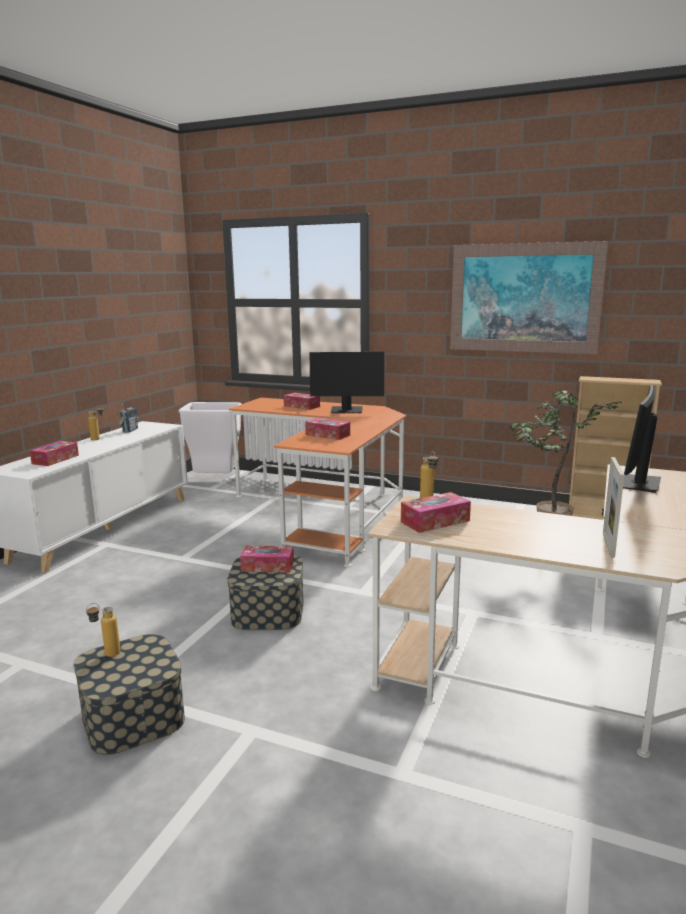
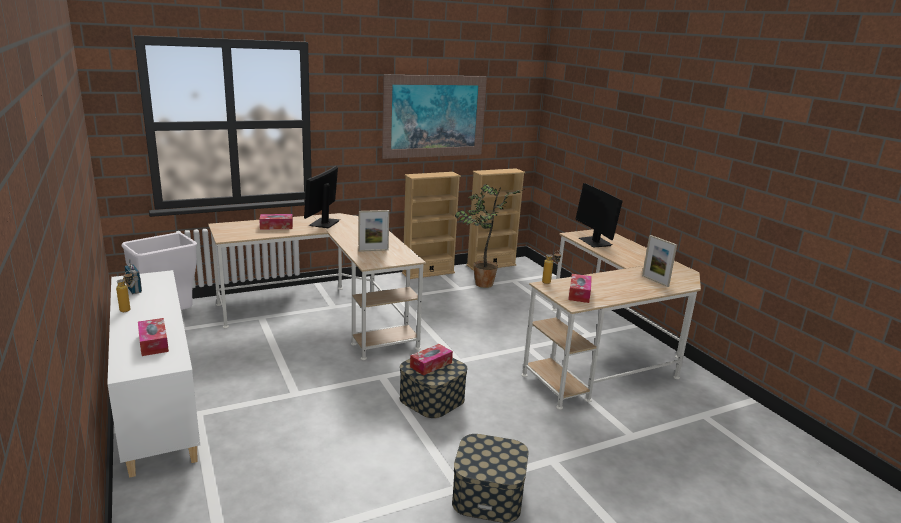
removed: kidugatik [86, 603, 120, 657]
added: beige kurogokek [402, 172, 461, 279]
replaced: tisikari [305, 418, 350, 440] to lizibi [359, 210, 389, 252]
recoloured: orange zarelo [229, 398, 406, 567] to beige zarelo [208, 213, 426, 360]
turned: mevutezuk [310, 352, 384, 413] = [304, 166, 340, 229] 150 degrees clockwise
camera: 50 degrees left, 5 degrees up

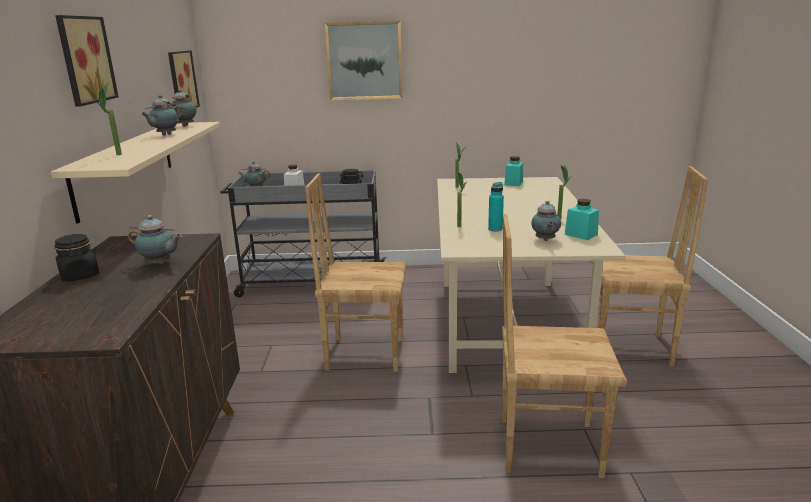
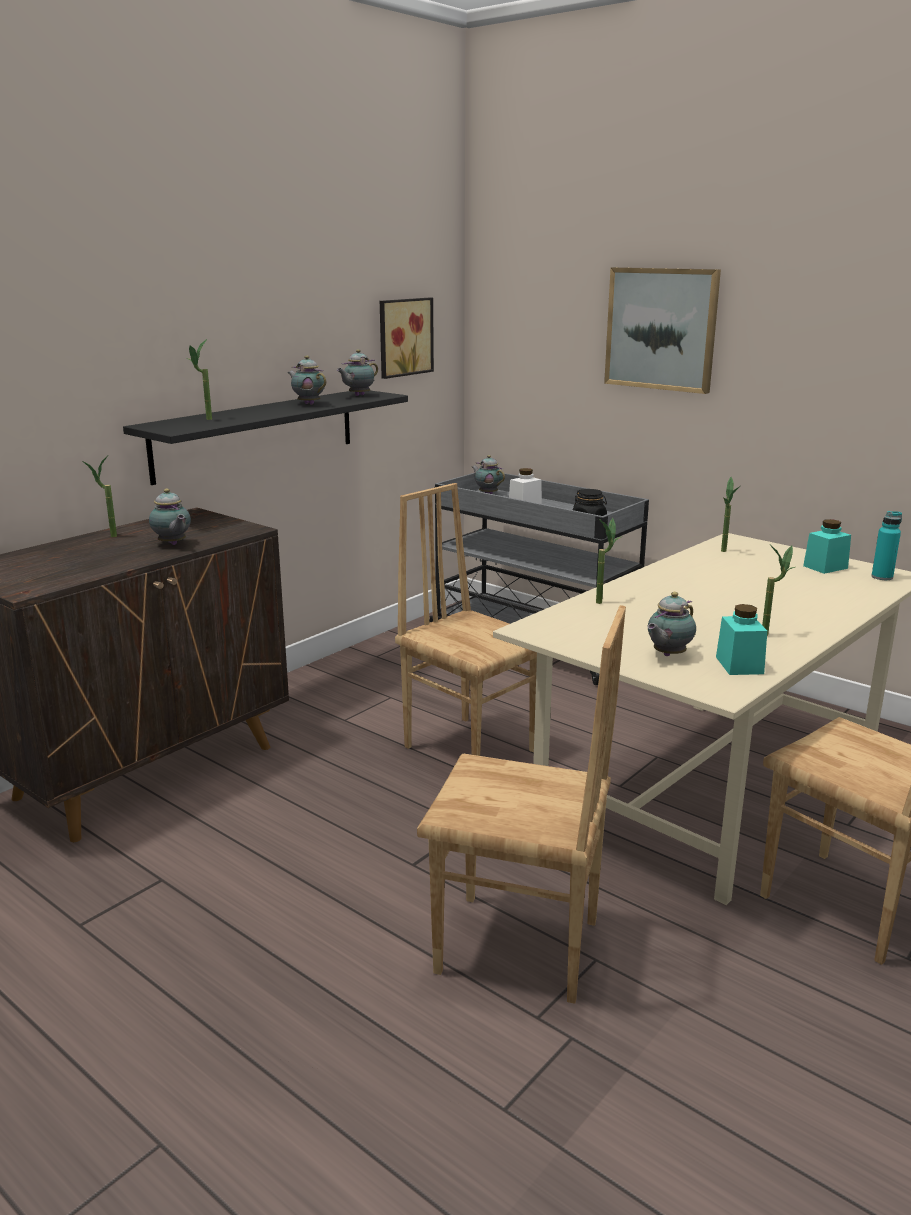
removed: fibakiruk [55, 15, 118, 107]
moved: turquoise kidugatik [488, 182, 504, 231] to [871, 511, 902, 580]
replaced: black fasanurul [55, 234, 99, 282] to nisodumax [83, 456, 117, 537]
recoloured: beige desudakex [51, 122, 220, 224] to black desudakex [123, 390, 408, 485]
turned: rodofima [141, 95, 182, 136] = [288, 356, 326, 405] 60 degrees clockwise; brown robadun [502, 214, 627, 478] = [417, 605, 626, 1004] 150 degrees clockwise
camera: 40 degrees right, 0 degrees up

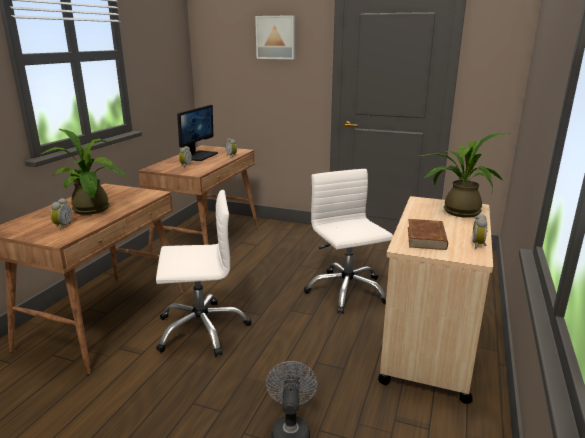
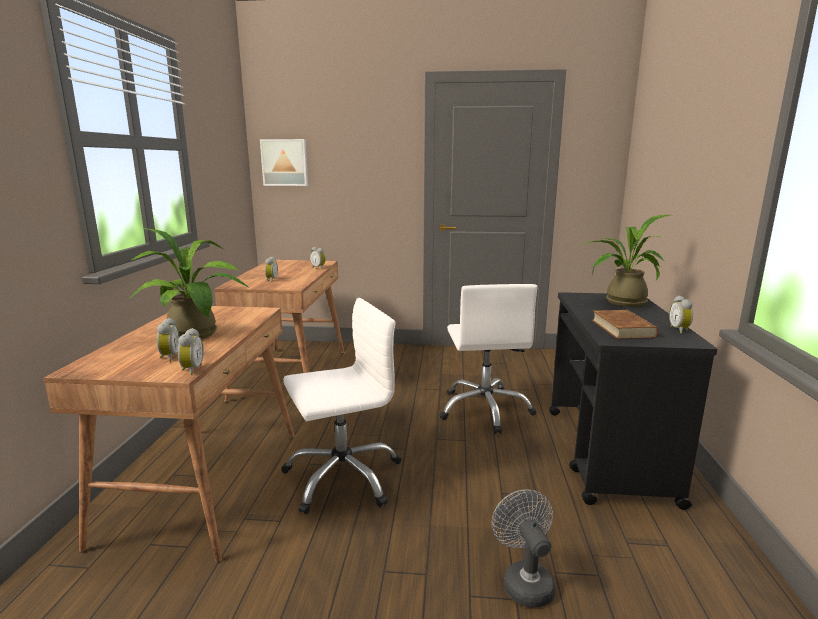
removed: mevutezuk [177, 105, 218, 161]
added: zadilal [178, 328, 204, 375]
moved: fibakiruk [255, 15, 295, 59] to [260, 139, 308, 186]
recoloured: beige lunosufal [378, 196, 493, 404] to black lunosufal [549, 292, 717, 510]
turned: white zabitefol [304, 169, 393, 314] = [439, 284, 537, 434] 150 degrees counterclockwise
camera: 15 degrees left, 5 degrees down

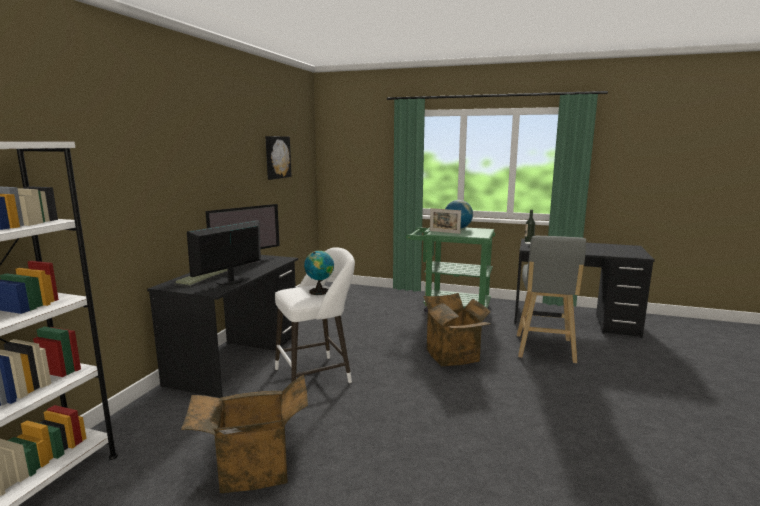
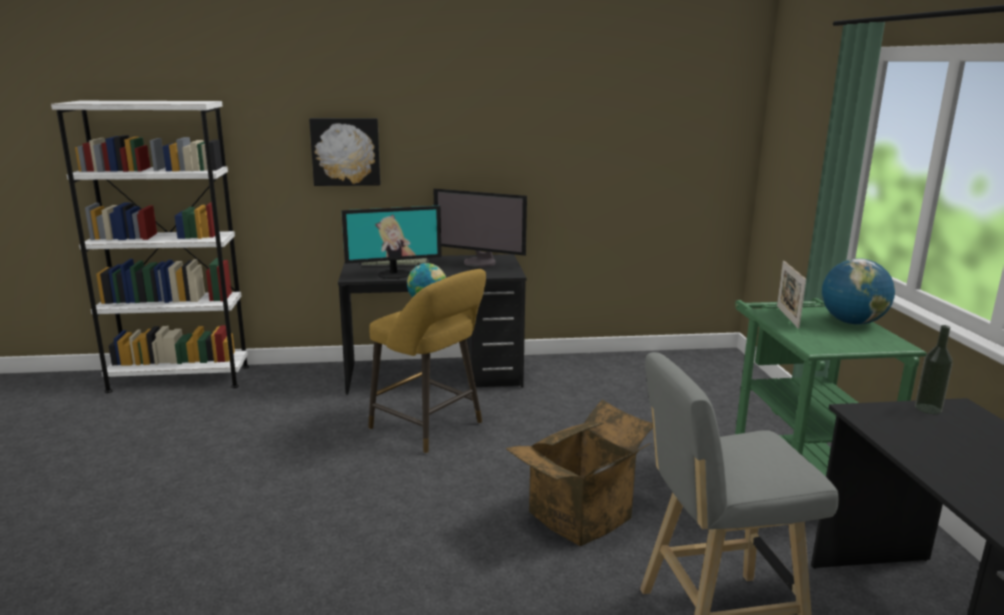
removed: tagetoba [181, 374, 308, 493]
moved: fibakiruk [265, 136, 292, 180] to [309, 118, 380, 186]
recoloured: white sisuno [275, 247, 355, 383] to yellow sisuno [368, 269, 486, 454]
turned: mevutezuk [187, 220, 261, 285] = [341, 206, 442, 279] 150 degrees clockwise
camera: 65 degrees right, 5 degrees up

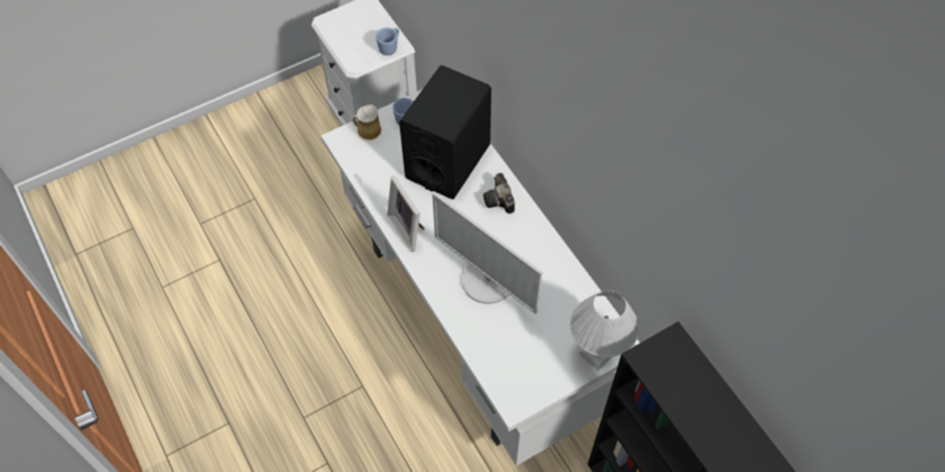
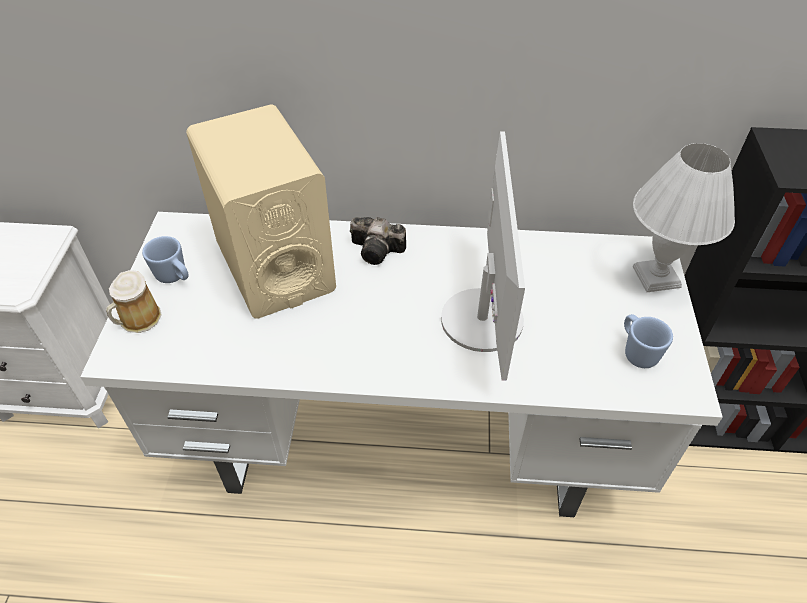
removed: lizibi [387, 175, 425, 252]
moved: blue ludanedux [376, 28, 399, 56] to [624, 314, 673, 368]
recoloured: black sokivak [399, 65, 491, 199] to beige sokivak [186, 104, 336, 319]
turned: mevutezuk [432, 192, 542, 314] = [441, 132, 525, 381] 75 degrees counterclockwise
camera: 55 degrees left, 10 degrees down

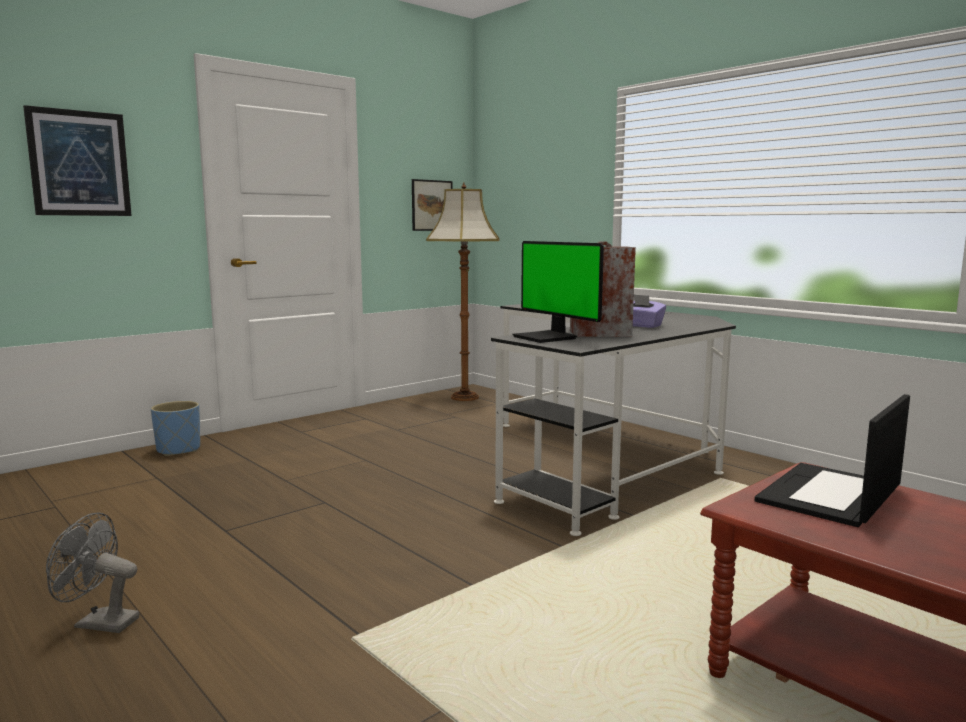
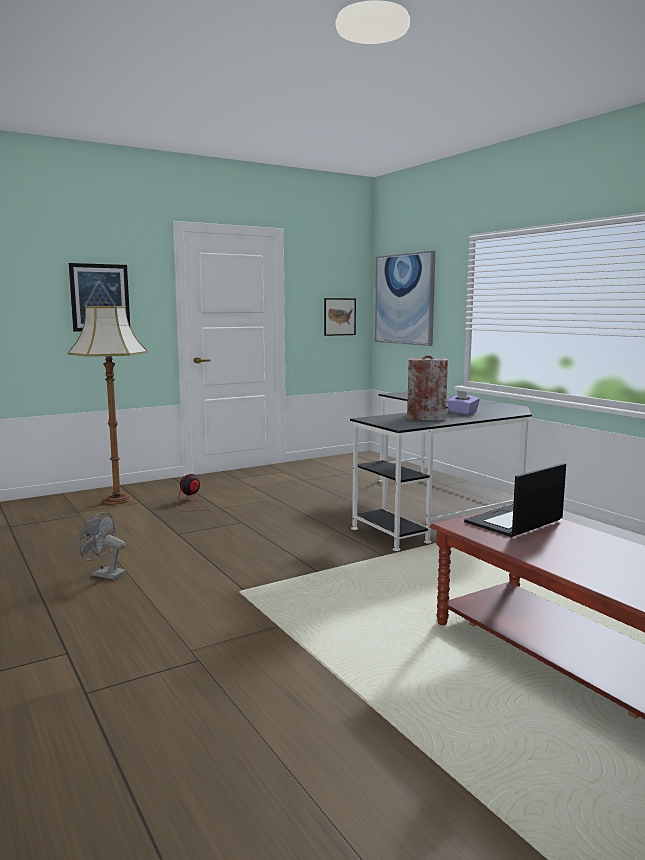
removed: mevutezuk [513, 241, 604, 343]; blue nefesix [151, 401, 200, 456]
added: fibakiruk [375, 251, 435, 346]; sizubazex [172, 474, 213, 512]
moved: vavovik [426, 183, 499, 401] to [68, 299, 148, 504]
camera: 10 degrees right, 0 degrees up

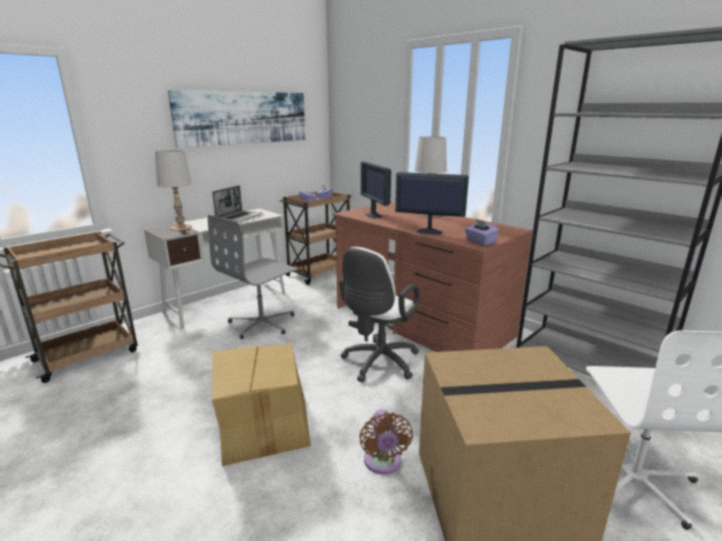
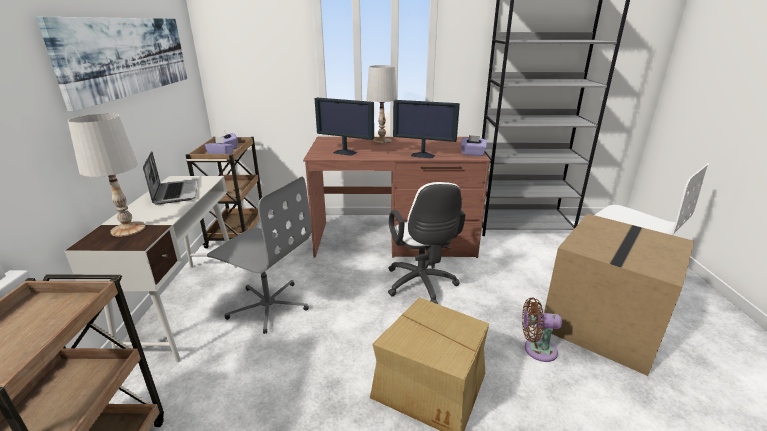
turned: mevutezuk [395, 172, 469, 235] = [393, 100, 460, 158] 135 degrees counterclockwise; grey zabitefol [208, 215, 298, 339] = [207, 176, 312, 334] 60 degrees counterclockwise; brown sizubazex [359, 409, 413, 474] = [522, 297, 562, 362] 150 degrees clockwise
camera: 45 degrees left, 5 degrees up

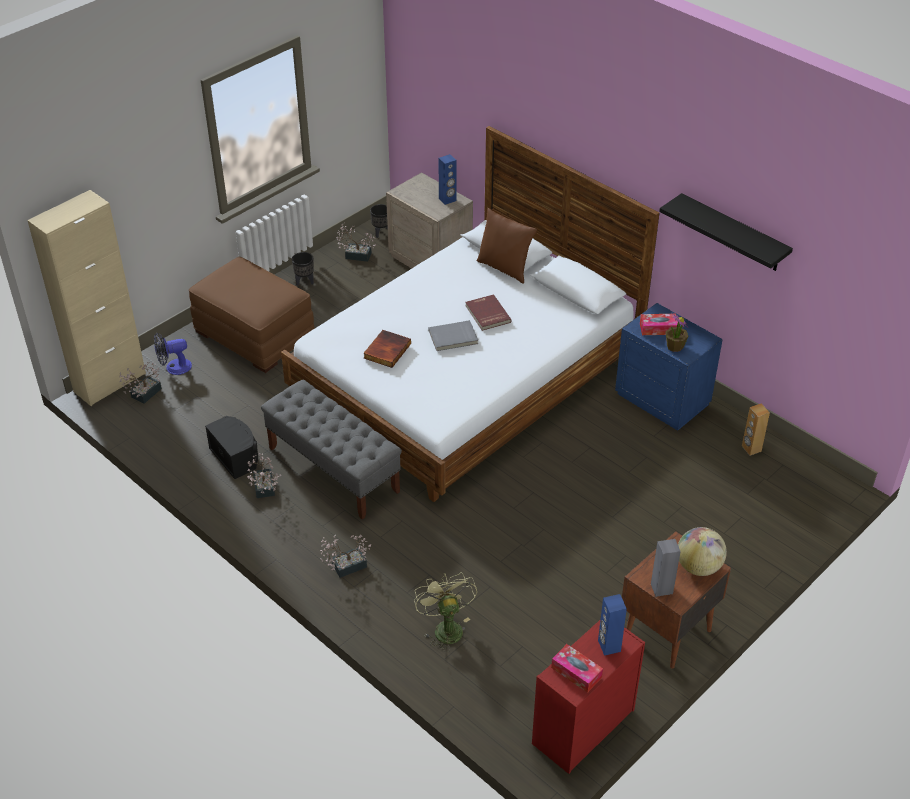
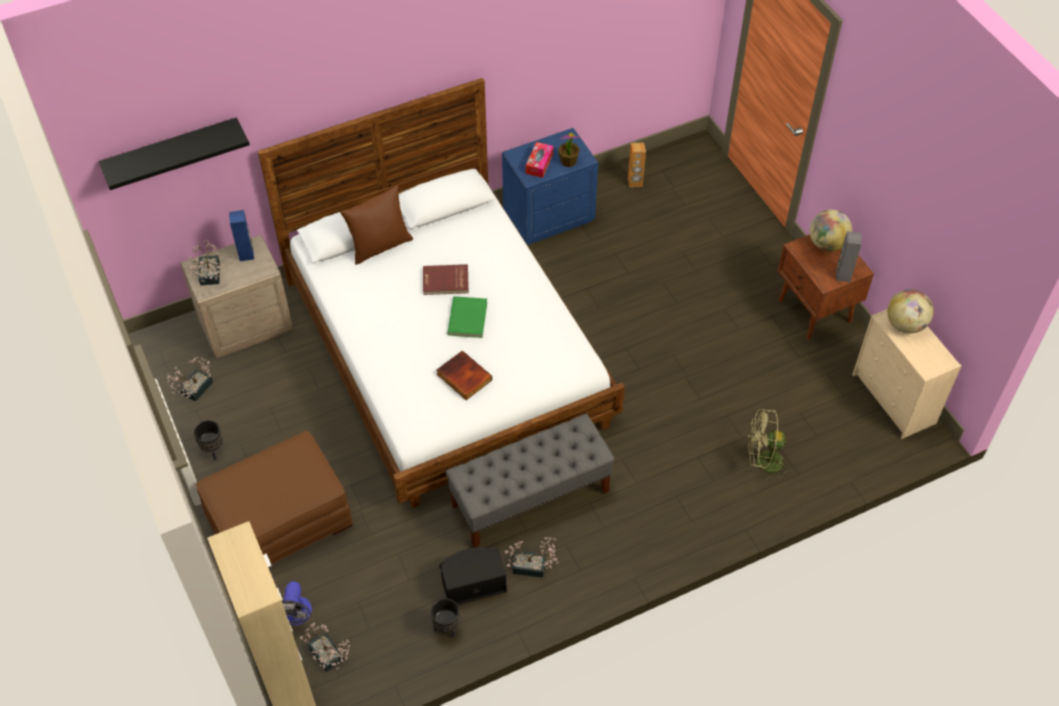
removed: tisikari [551, 644, 603, 693]
moved: black desudakex [659, 193, 793, 271] to [98, 117, 250, 190]; black nefesix [370, 204, 388, 238] to [430, 598, 459, 638]; nisodumax [320, 535, 371, 578] to [189, 239, 223, 286]
replaced: blue sokivak [598, 594, 627, 656] to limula [887, 289, 933, 333]
recoloured: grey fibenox [428, 320, 478, 351] to green fibenox [447, 296, 487, 338]; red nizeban [532, 619, 645, 774] to beige nizeban [852, 309, 962, 439]
camera: 70 degrees left, 10 degrees up

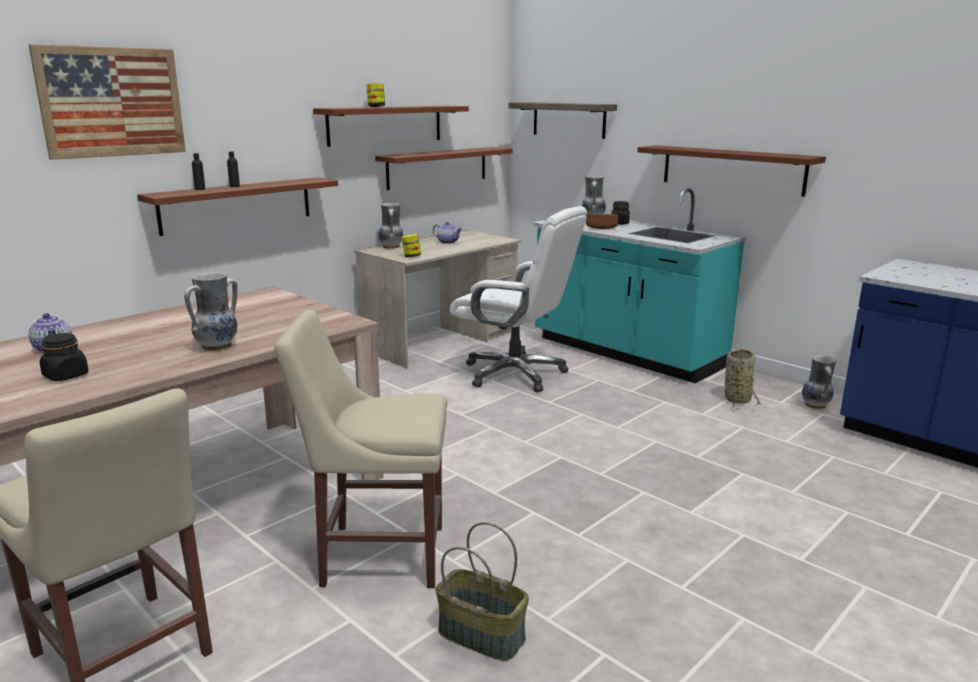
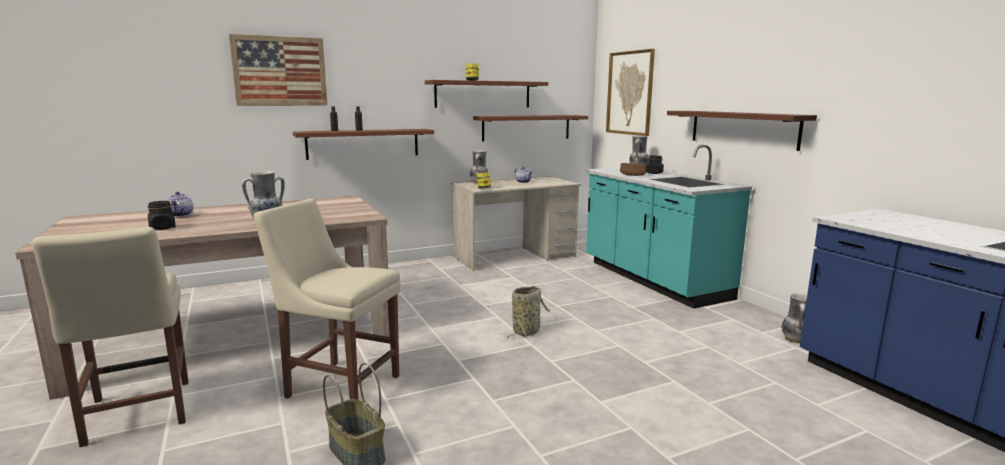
removed: white zabitefol [450, 206, 587, 392]
moved: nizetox [725, 349, 762, 409] to [507, 286, 550, 339]
replaced: desudakex [508, 102, 617, 139] to fibakiruk [606, 49, 655, 136]
camera: 20 degrees right, 5 degrees down

